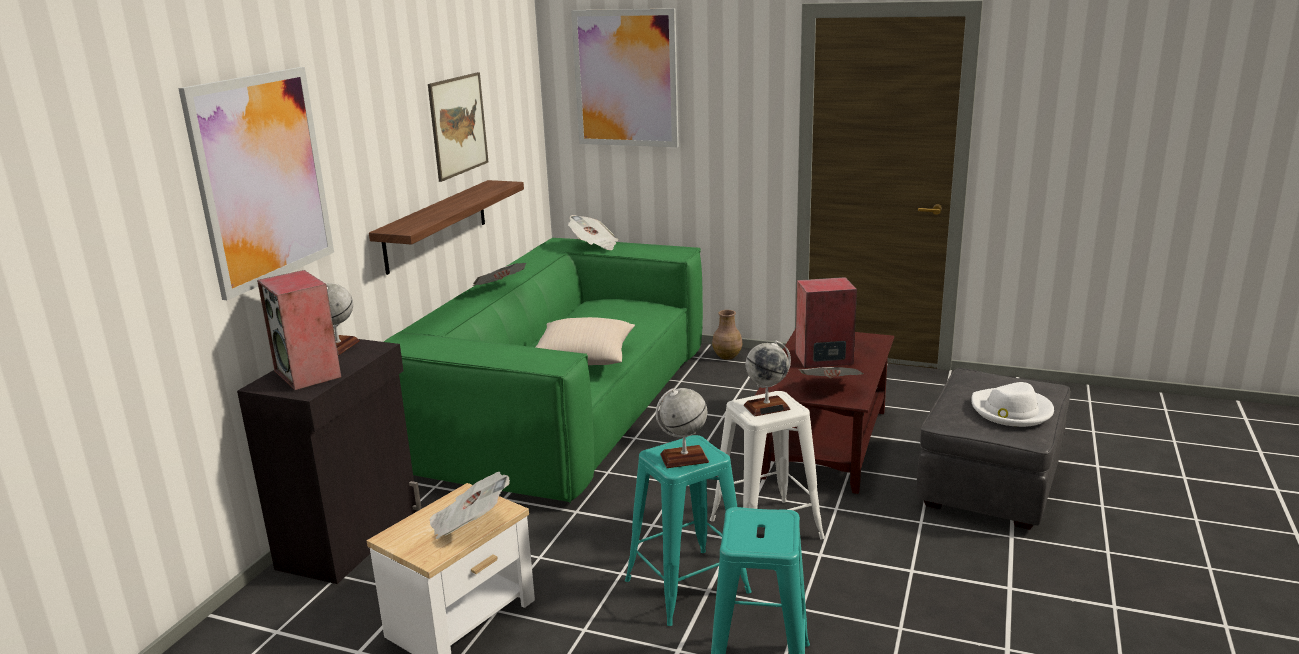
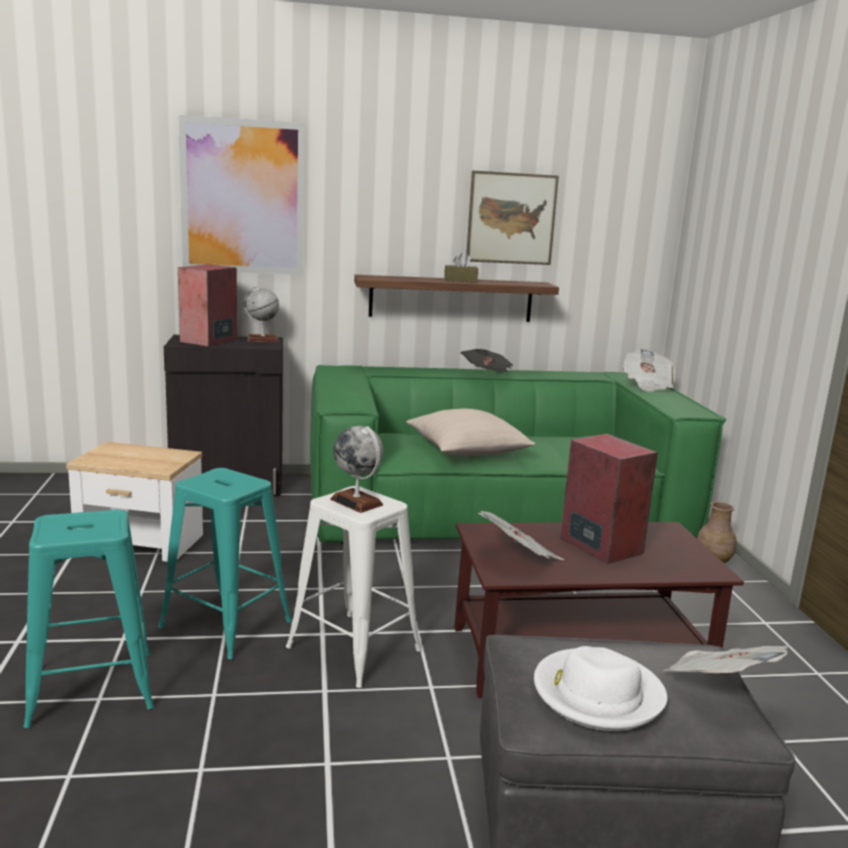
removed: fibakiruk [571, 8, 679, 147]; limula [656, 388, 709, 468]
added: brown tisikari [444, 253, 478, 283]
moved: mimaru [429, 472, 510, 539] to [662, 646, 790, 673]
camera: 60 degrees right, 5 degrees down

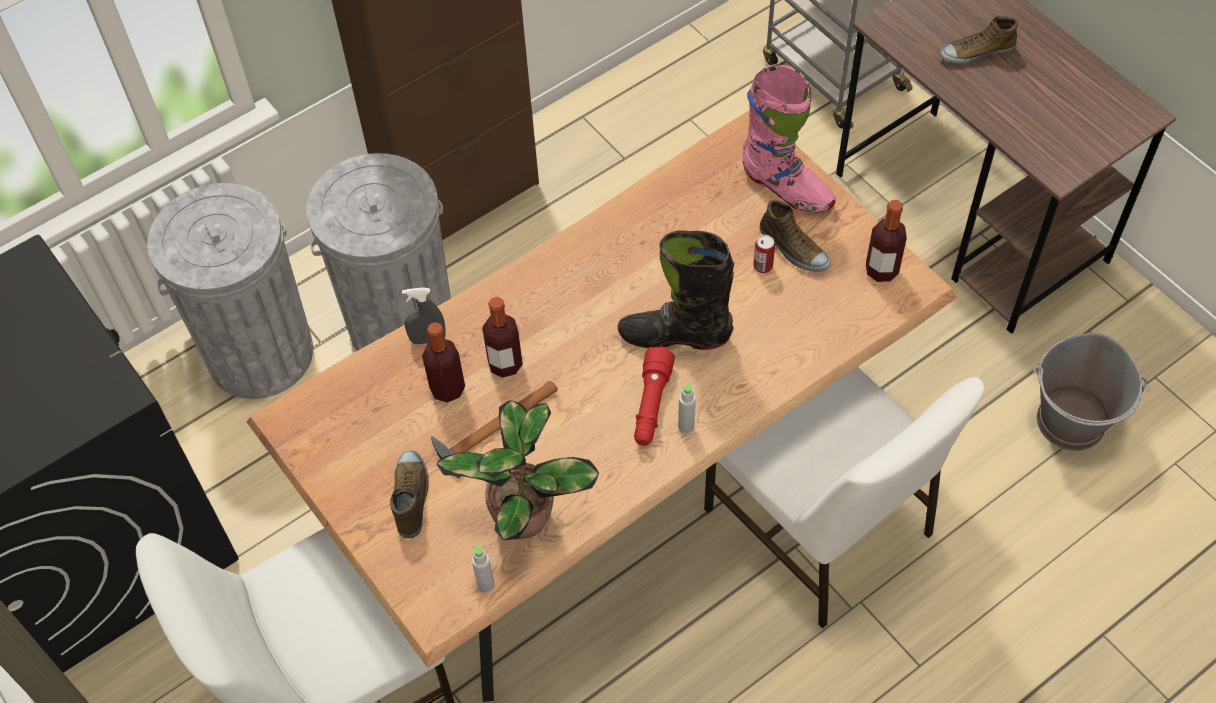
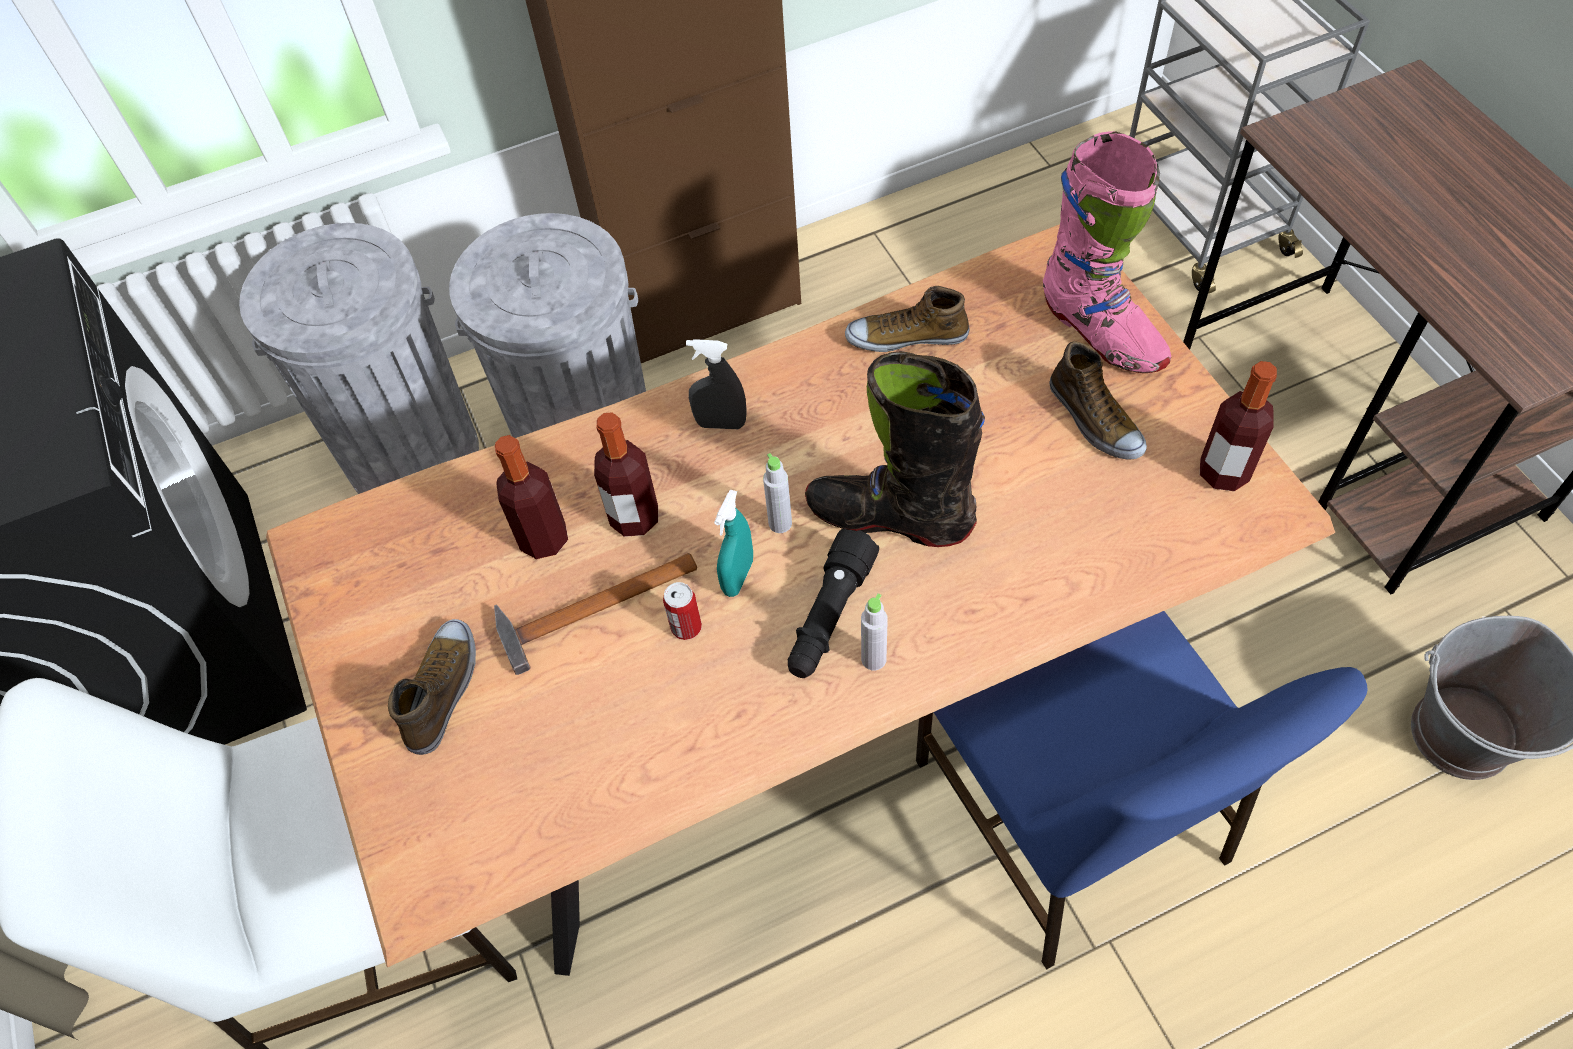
removed: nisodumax [436, 400, 599, 540]
added: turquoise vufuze [714, 490, 753, 597]
moved: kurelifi [940, 16, 1018, 64] to [845, 286, 970, 352]; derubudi [753, 235, 775, 273] to [663, 582, 702, 640]; grey vufuze [402, 287, 446, 345] to [686, 339, 747, 429]; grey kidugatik [472, 545, 495, 593] to [763, 453, 792, 533]
recoloured: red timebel [634, 346, 675, 446] to black timebel [788, 528, 879, 678]; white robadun [704, 367, 985, 628] to blue robadun [916, 611, 1368, 970]
camera: 15 degrees right, 0 degrees up

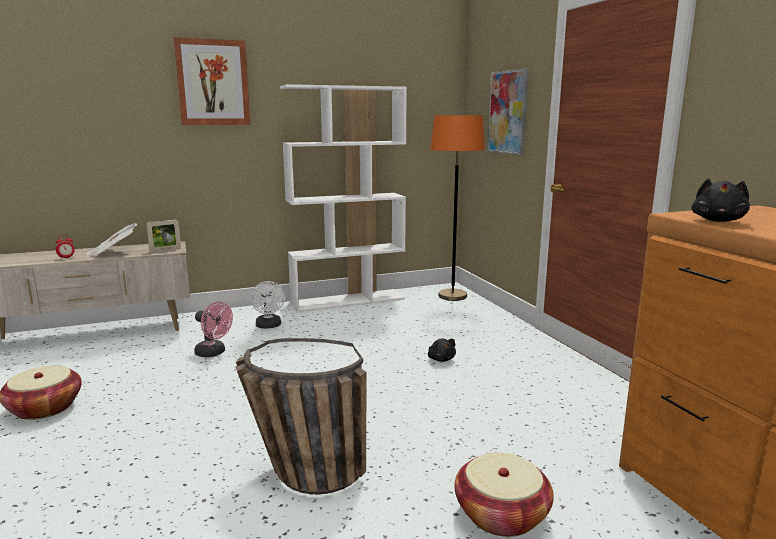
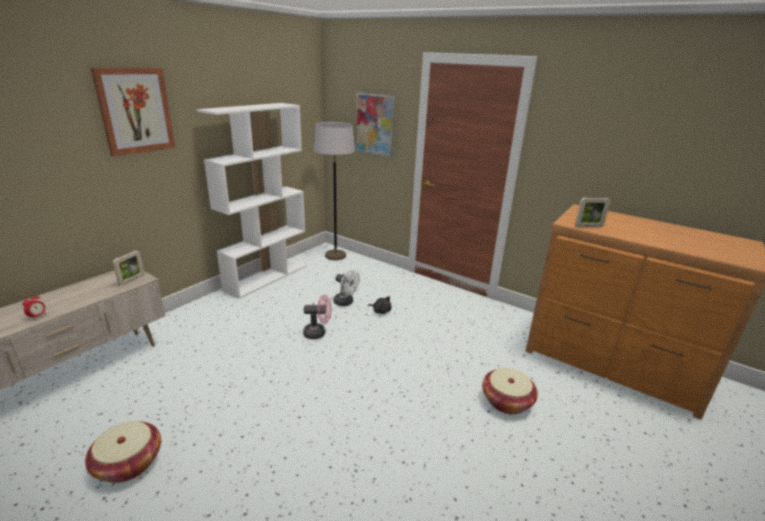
removed: mimaru [86, 223, 137, 256]; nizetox [235, 338, 366, 494]
moved: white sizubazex [251, 281, 285, 329] to [333, 270, 360, 306]; pink sizubazex [194, 301, 233, 357] to [303, 295, 332, 339]
replaced: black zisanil [692, 178, 750, 222] to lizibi [575, 198, 610, 227]
recoloured: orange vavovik [430, 115, 485, 301] to grey vavovik [314, 122, 355, 260]
camera: 35 degrees left, 10 degrees up

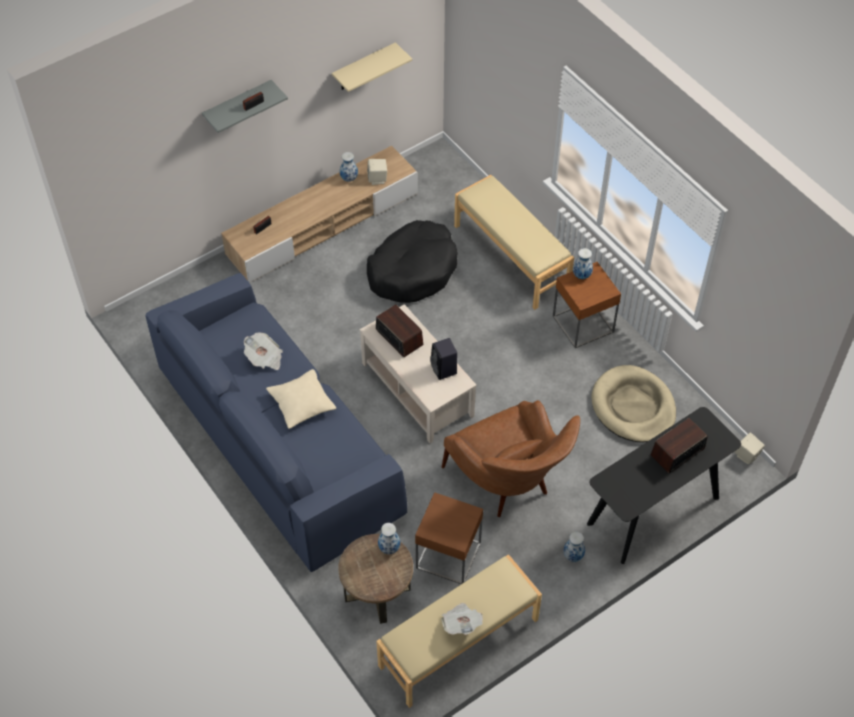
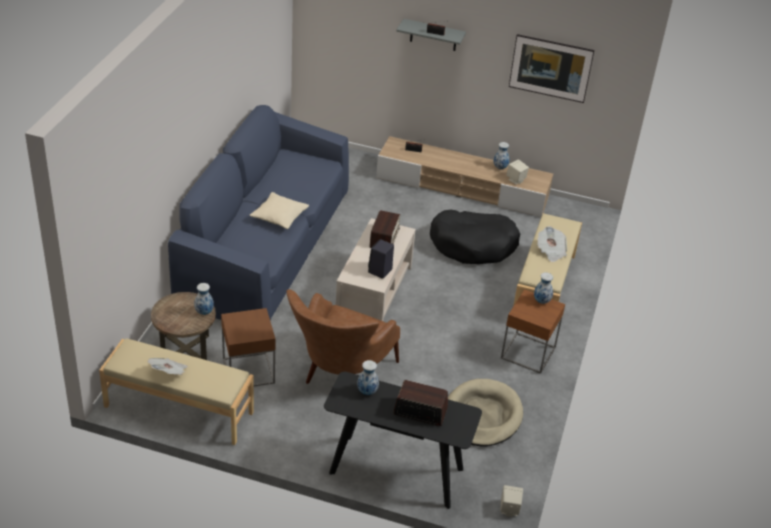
moved: mimaru [244, 333, 283, 370] to [537, 226, 567, 262]; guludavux [563, 532, 585, 562] to [357, 360, 379, 395]
replaced: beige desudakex [332, 42, 412, 92] to fibakiruk [509, 34, 594, 103]
camera: 50 degrees right, 15 degrees down

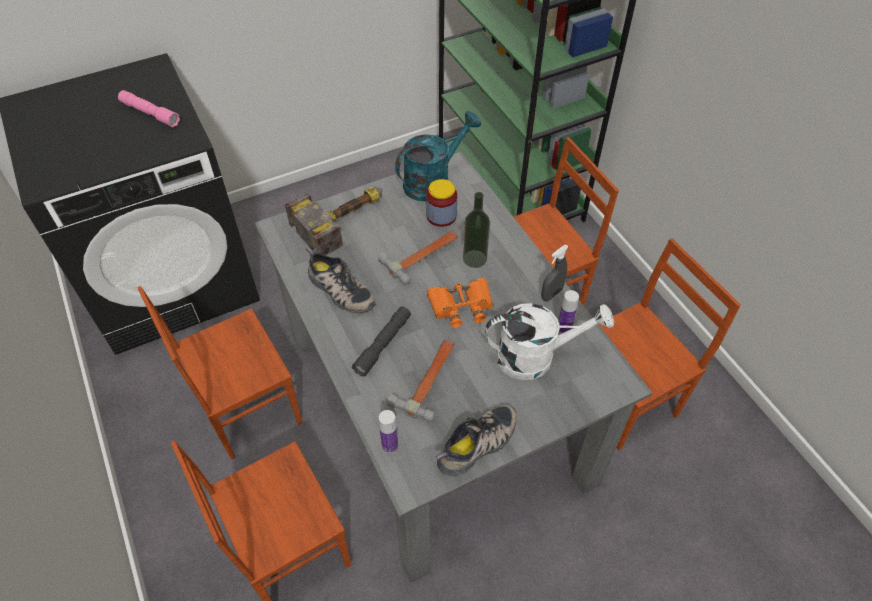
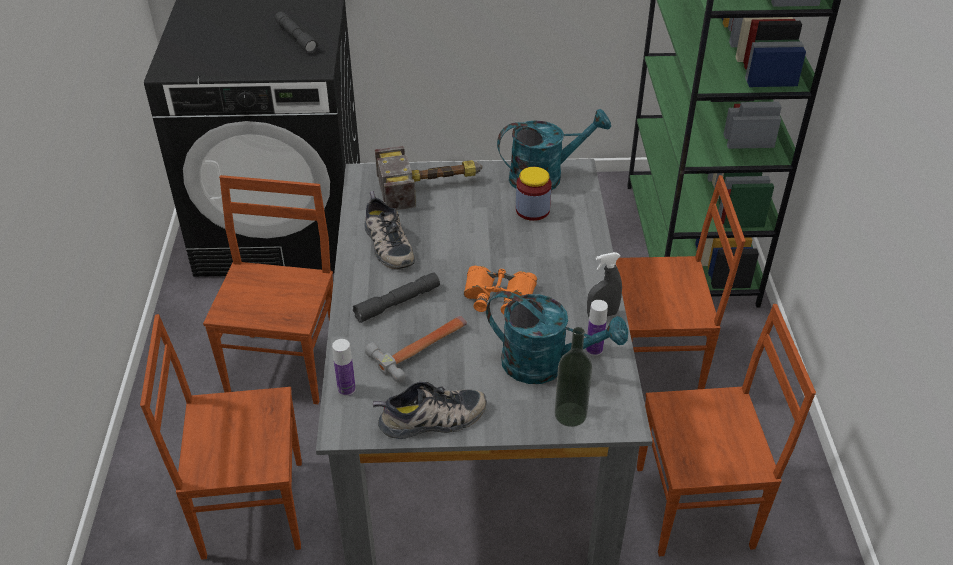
removed: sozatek [378, 230, 459, 285]
moved: kidugatik [463, 192, 490, 268] to [555, 327, 592, 427]
recoloured: pink timebel [118, 90, 180, 127] to grey timebel [275, 12, 319, 54]; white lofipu [485, 303, 614, 380] to turquoise lofipu [486, 291, 628, 384]
turned: brown robadun [138, 286, 302, 460] = [203, 175, 333, 404] 105 degrees clockwise
camera: 25 degrees right, 10 degrees down

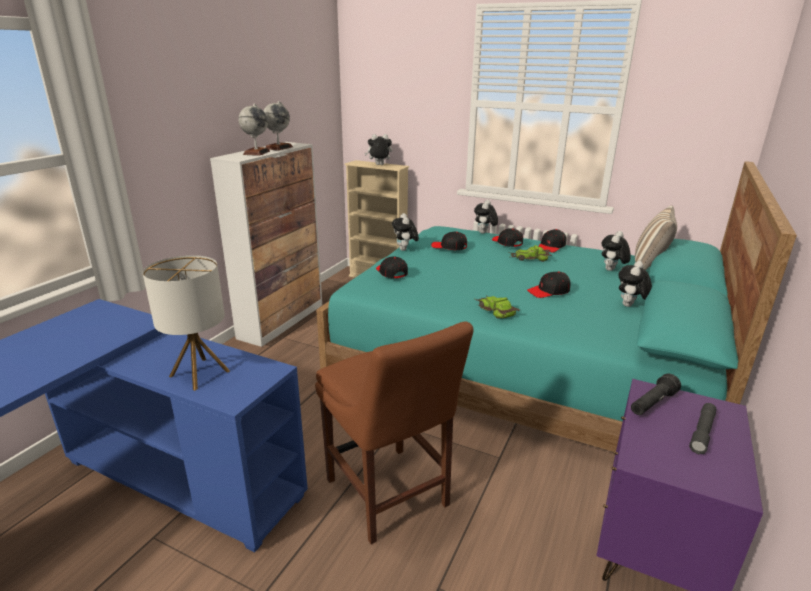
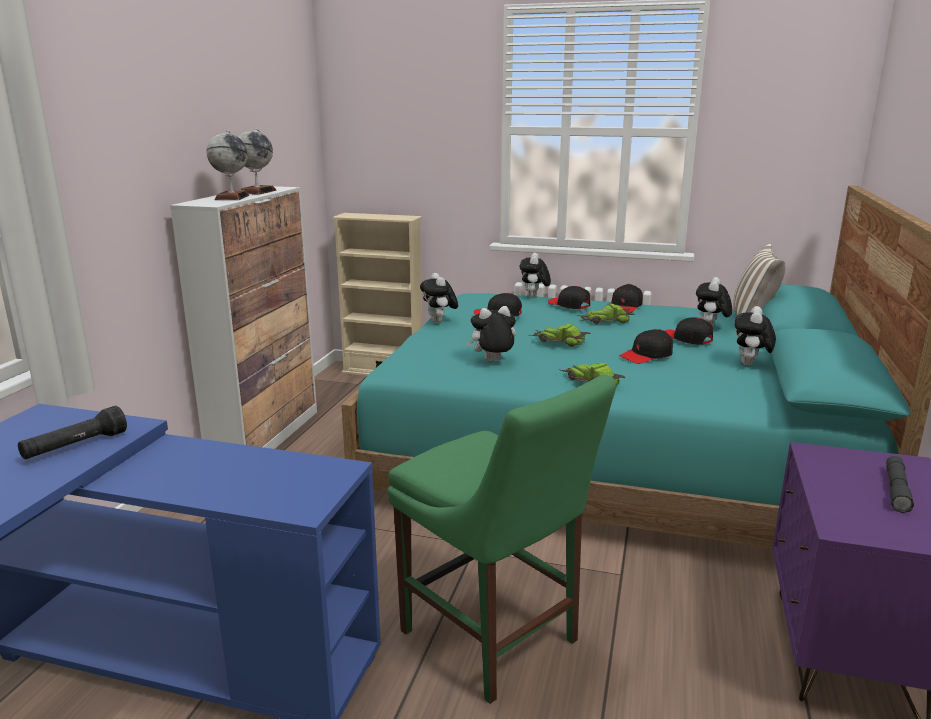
removed: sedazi [143, 255, 230, 391]
added: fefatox [530, 324, 591, 347]
moved: zisanil [365, 134, 392, 165] to [466, 306, 516, 361]; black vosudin [376, 257, 408, 278] to [665, 317, 713, 345]; black timebel [631, 374, 681, 415] to [18, 406, 127, 459]
recoloured: brown robadun [315, 321, 473, 544] to green robadun [387, 375, 616, 704]
camera: 10 degrees left, 5 degrees down

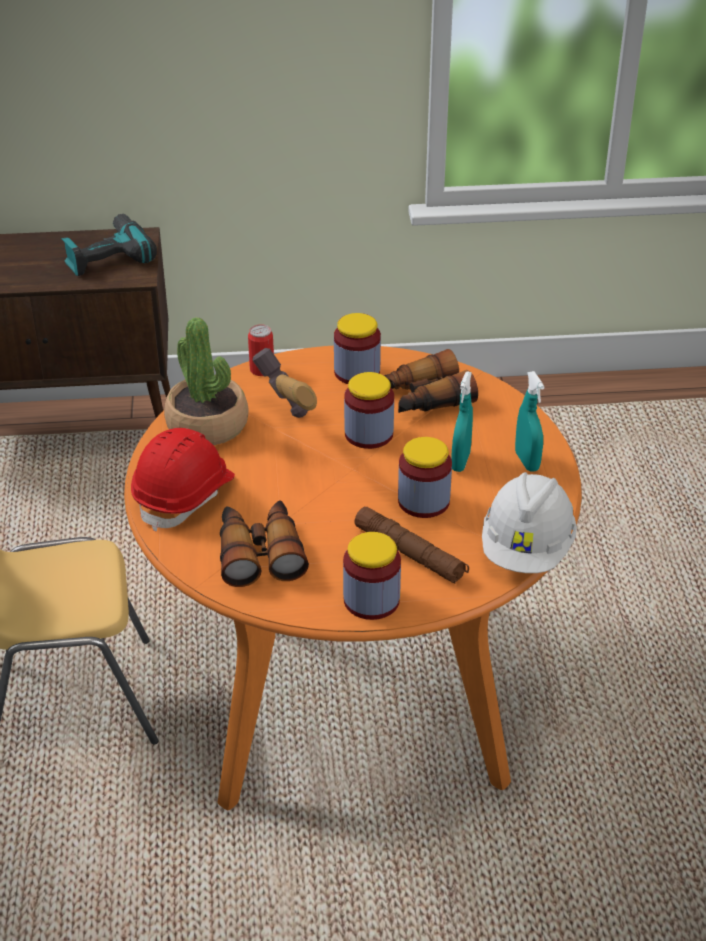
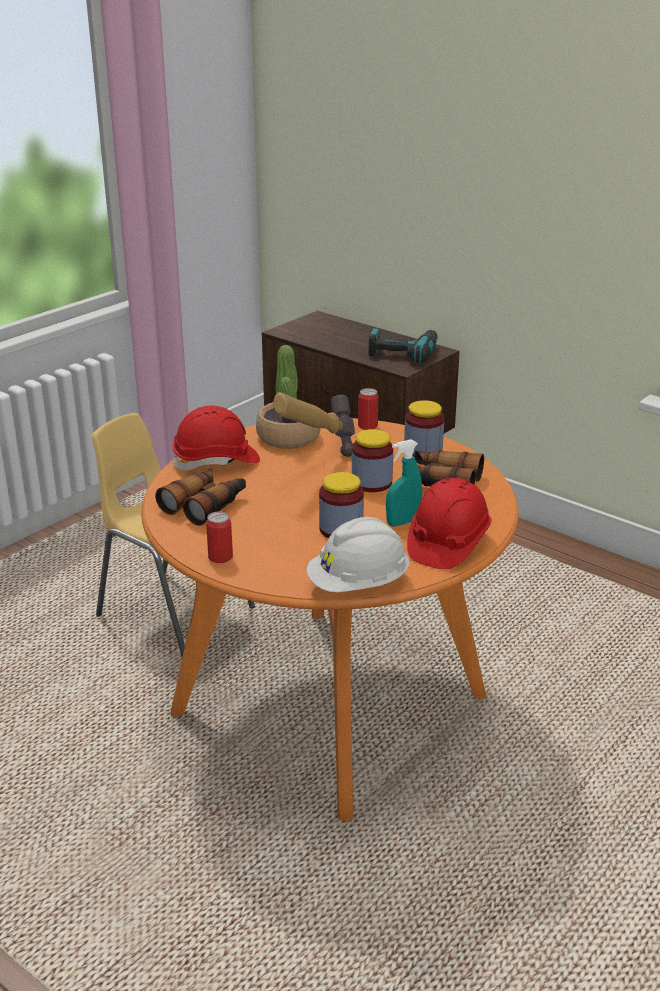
removed: brown timebel [354, 507, 469, 584]
replaced: turquoise vufuze [515, 371, 544, 472] to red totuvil [407, 478, 492, 569]; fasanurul [343, 532, 401, 620] to derubudi [206, 511, 233, 563]
camera: 45 degrees right, 10 degrees down

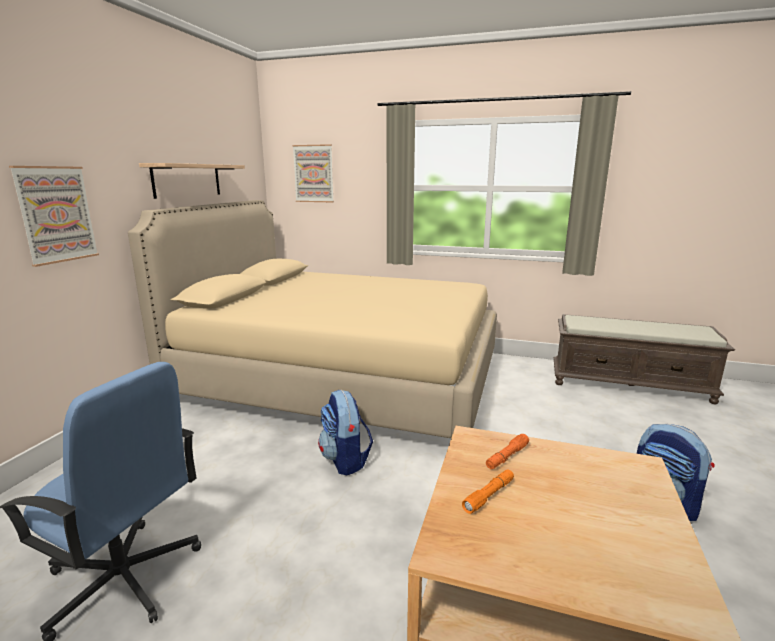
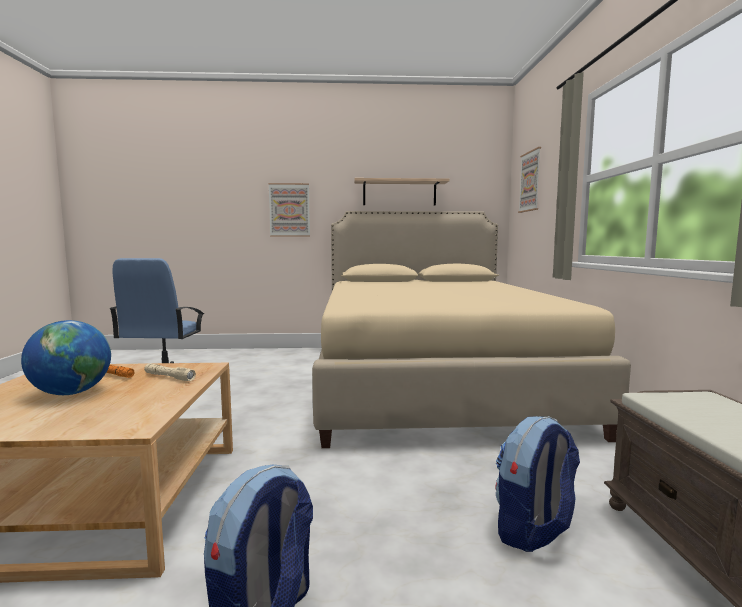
added: limula [21, 320, 111, 395]
moved: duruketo [318, 390, 373, 476] to [495, 416, 580, 552]
recoloured: orange timebel [486, 434, 529, 469] to beige timebel [144, 364, 196, 381]
camera: 70 degrees right, 10 degrees down

